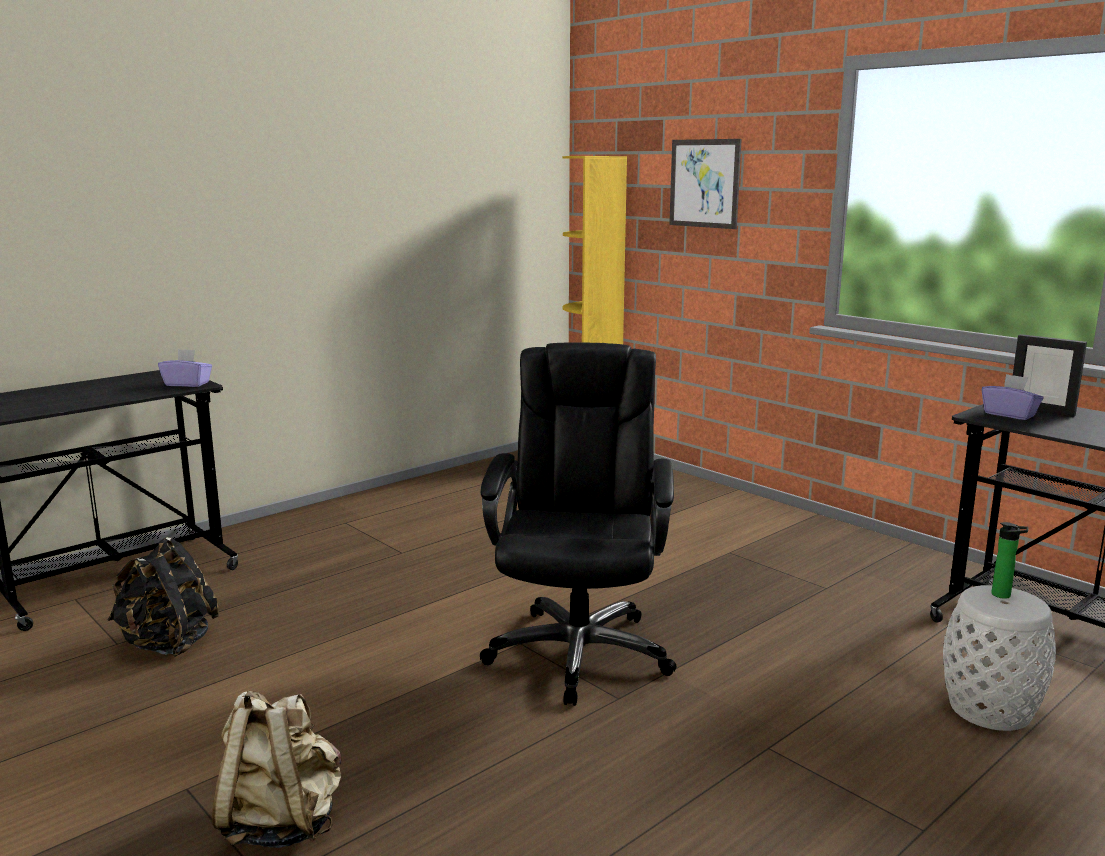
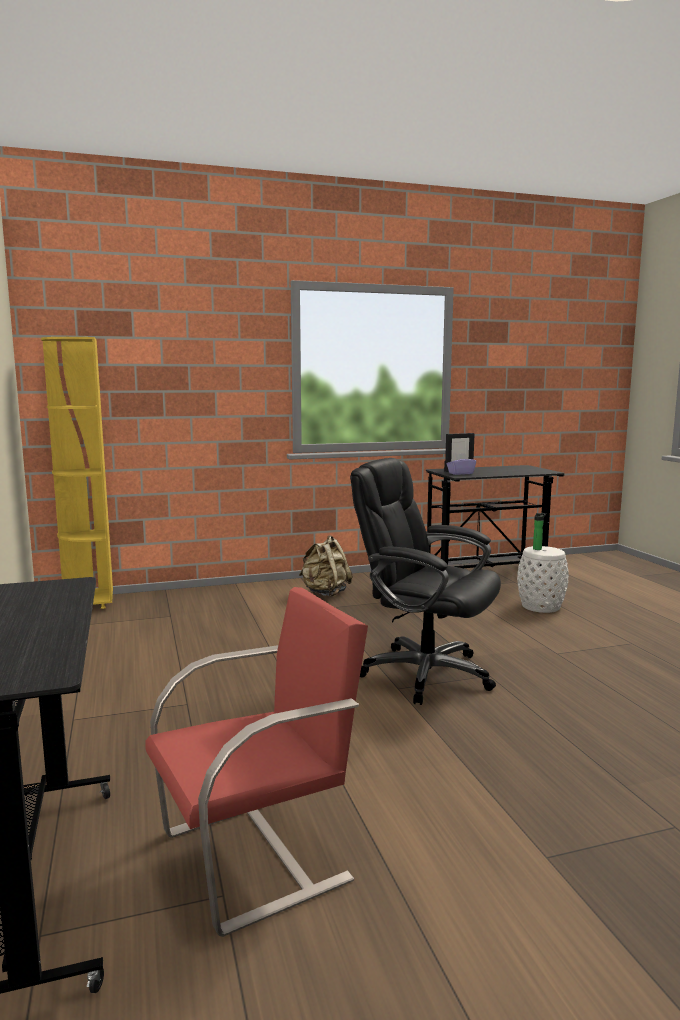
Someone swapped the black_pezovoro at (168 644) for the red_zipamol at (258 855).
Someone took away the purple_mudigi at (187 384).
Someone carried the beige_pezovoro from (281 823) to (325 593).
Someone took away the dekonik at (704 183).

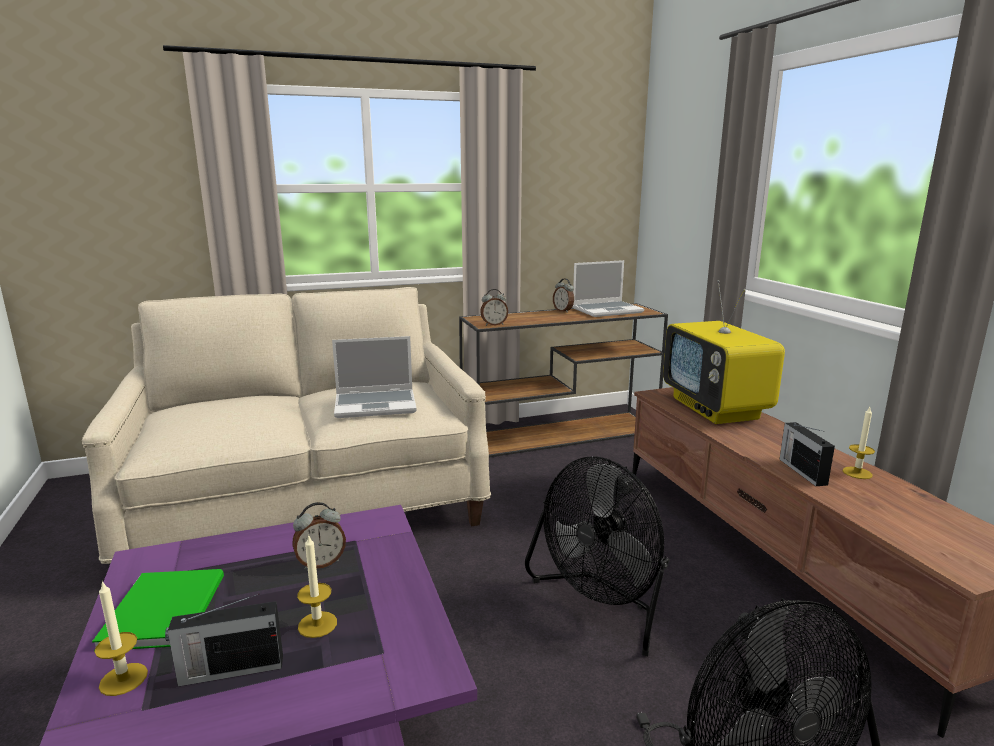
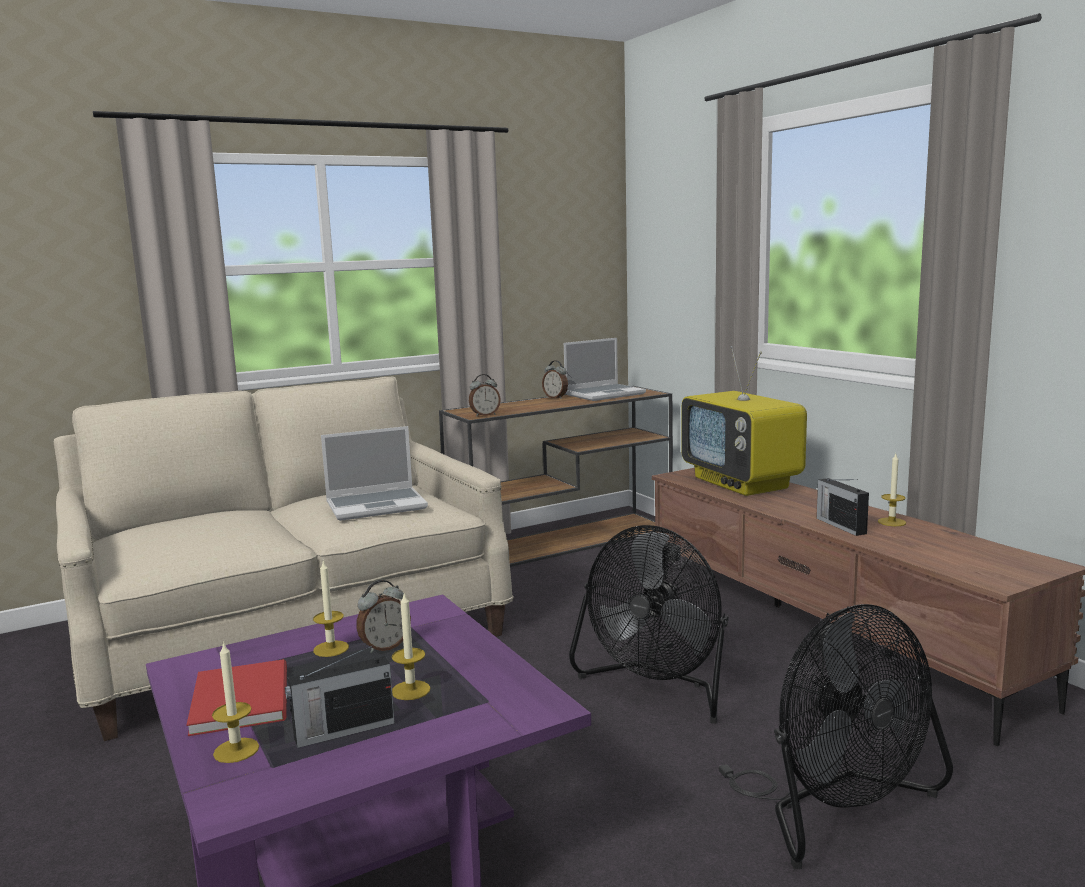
Someone repainted the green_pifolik at (169 609), which became the red_pifolik at (244 698).
Someone put down the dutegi at (331 649).

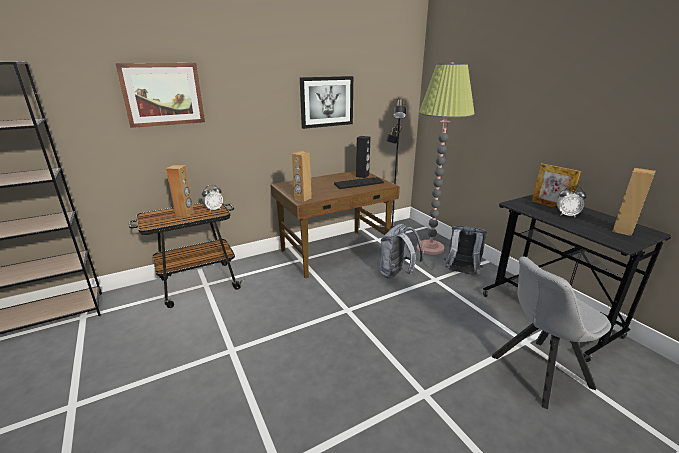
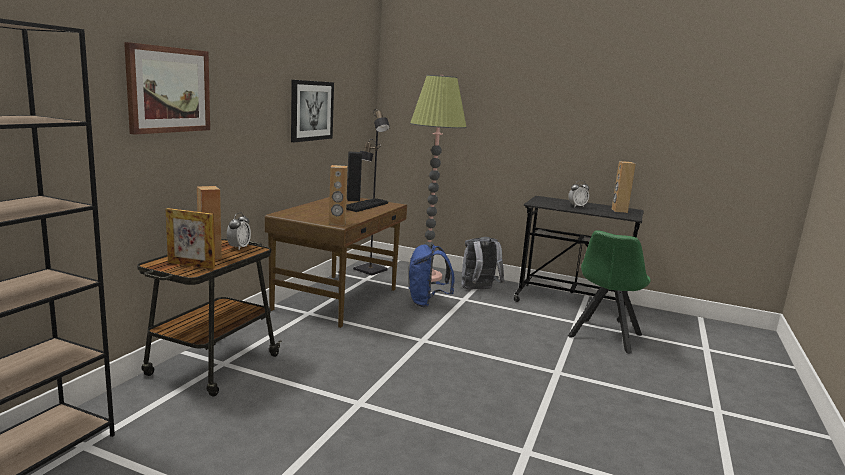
Someone repainted the grey_pezovoro at (397 274), which became the blue_pezovoro at (427 303).
Someone repainted the grey_zipamol at (538 372), which became the green_zipamol at (604 336).
Someone carried the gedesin from (550 206) to (191 265).

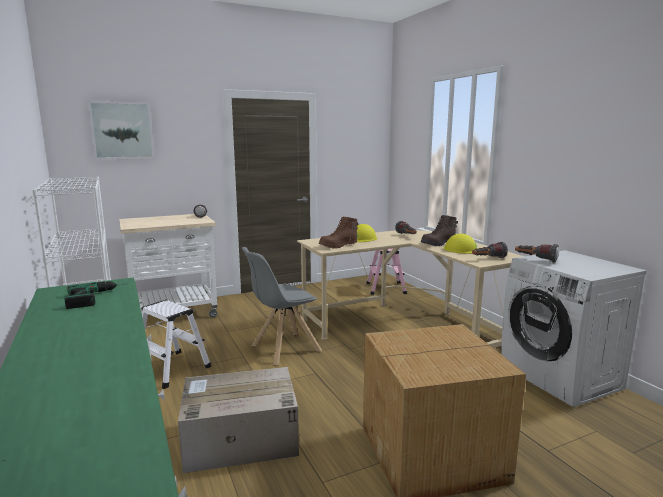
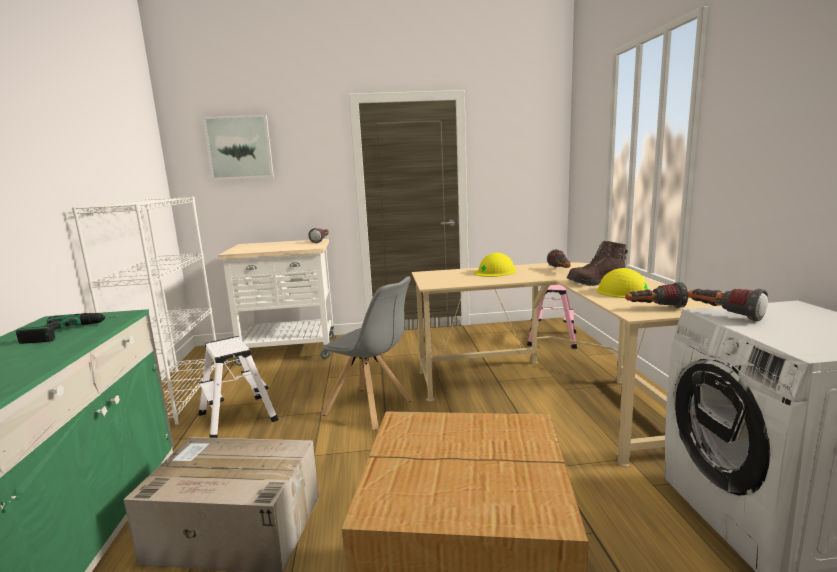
Someone rotated the grey_zipamol at (283 349) by 135 degrees counterclockwise.
Someone took away the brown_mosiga at (338 246).

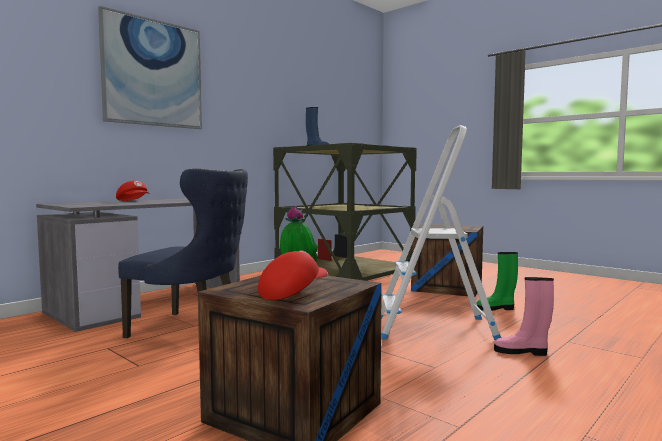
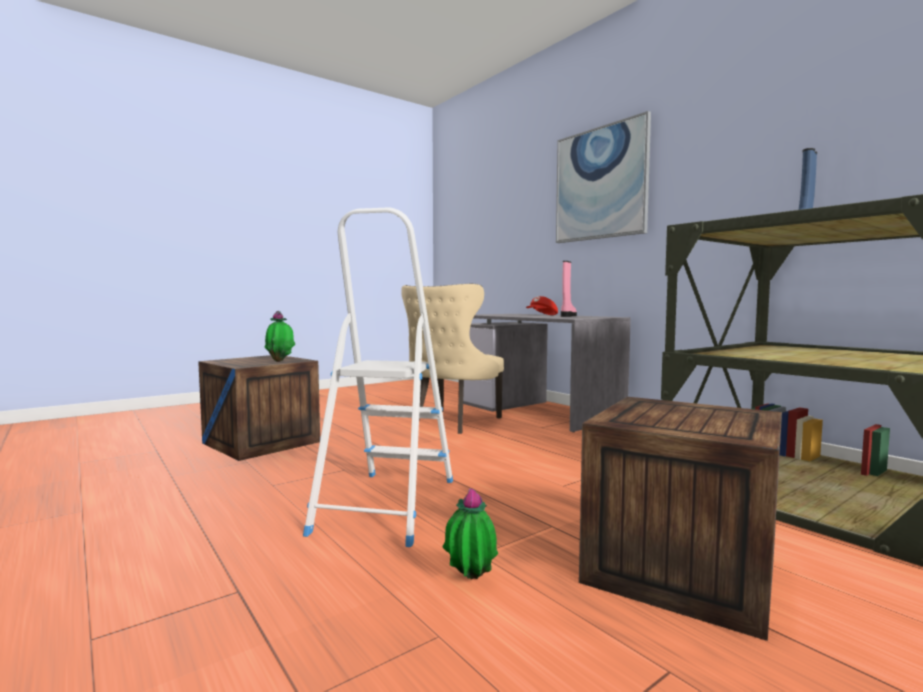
Someone repainted the blue_zipamol at (192 328), which became the beige_zipamol at (452 422).
Someone took away the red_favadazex at (292 293).
Someone swapped the green_mosiga at (496 308) for the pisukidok at (470 581).
Someone carried the pink_mosiga from (522 352) to (568 316).

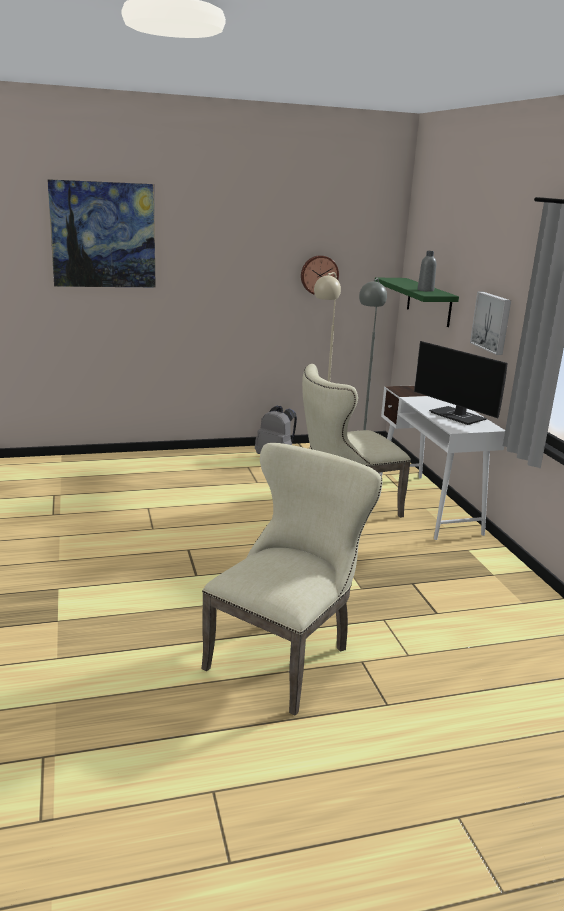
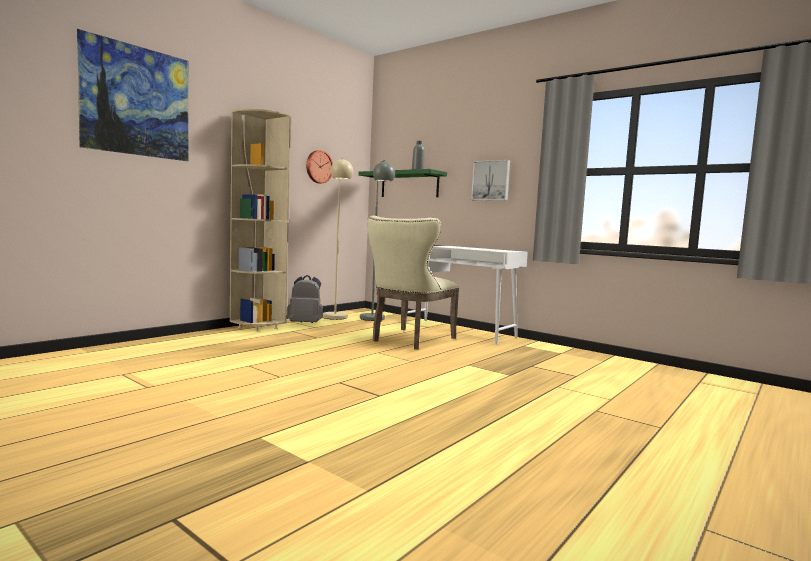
Someone took away the beige_zipamol at (286 655).
Someone took away the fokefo at (458 416).
Someone put down the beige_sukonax at (258 327).

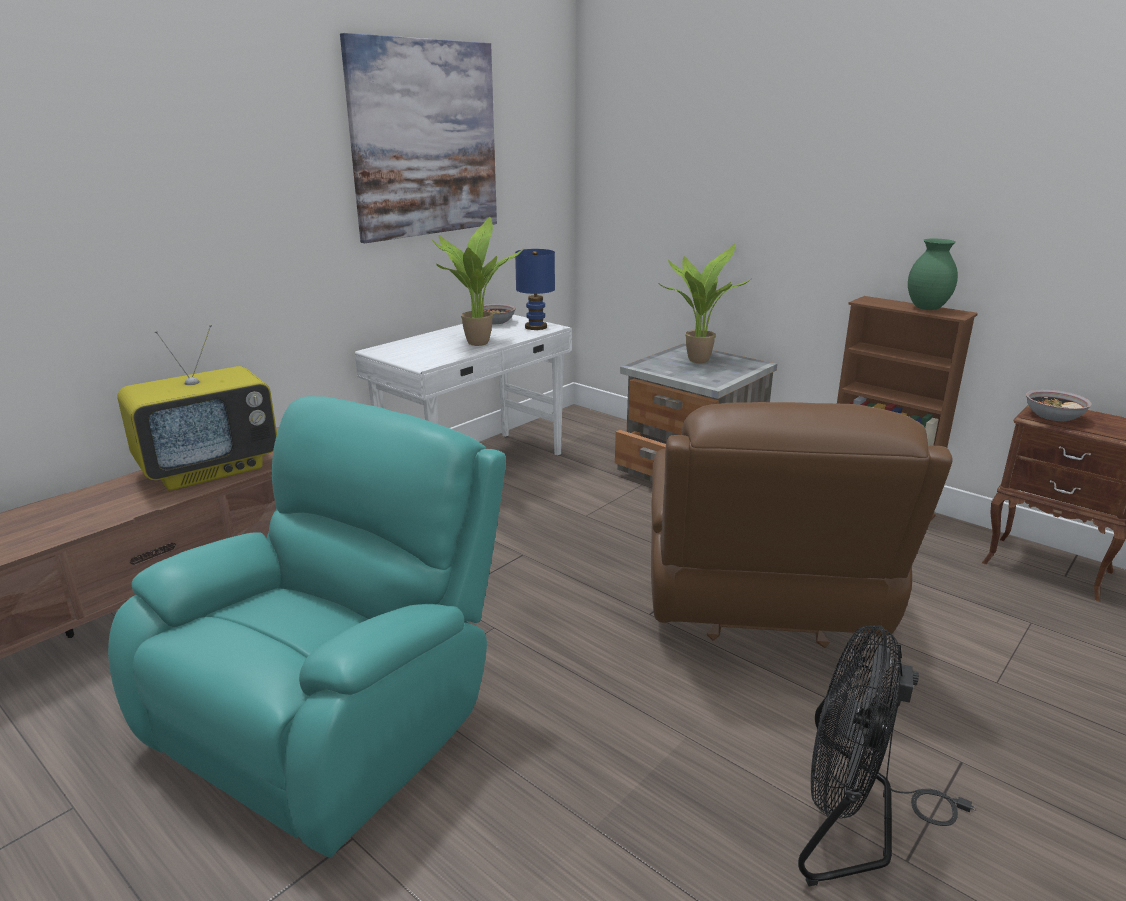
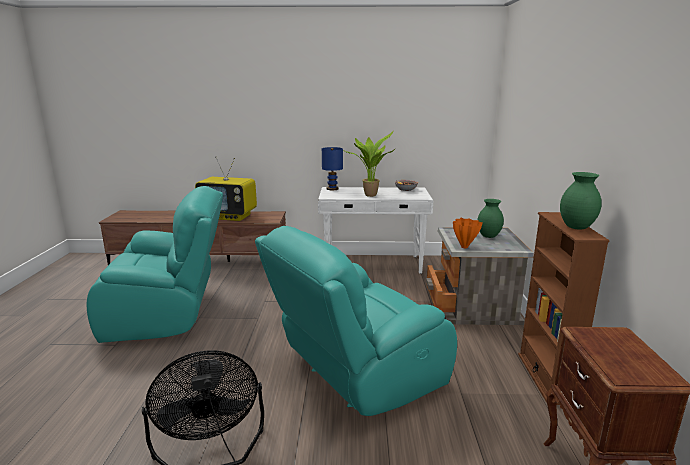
Someone took away the dekonik at (425 139).
Someone carried the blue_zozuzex from (536 327) to (332 189).
Someone repainted the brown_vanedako at (761 613), which became the turquoise_vanedako at (355 376).
Someone swapped the pisukidok at (696 360) for the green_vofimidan at (488 236).
Someone took away the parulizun at (1053 417).
Someone put down the orange_vofimidan at (464 247).

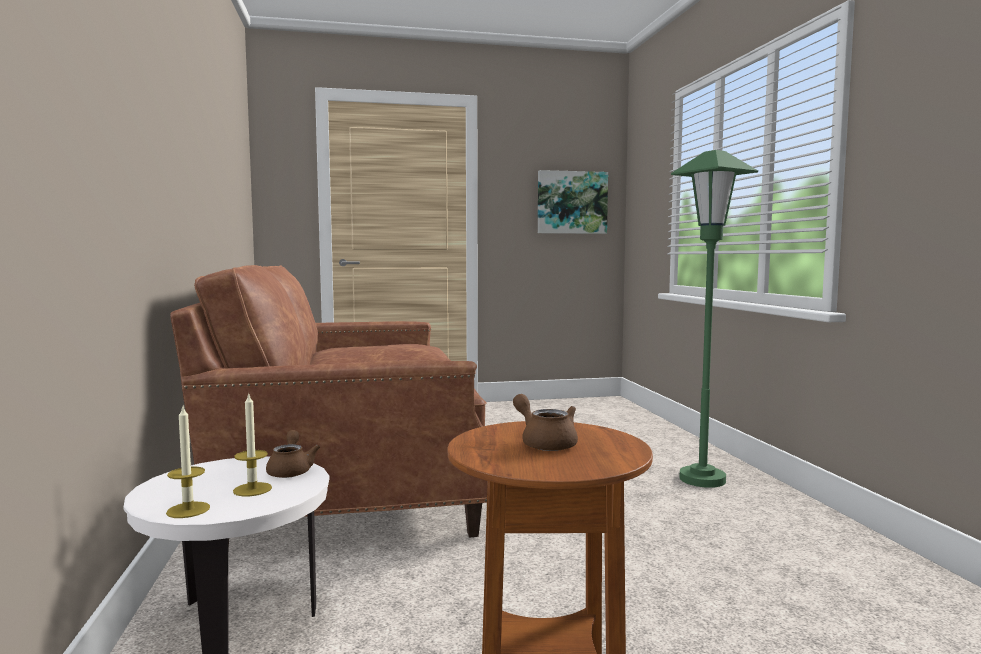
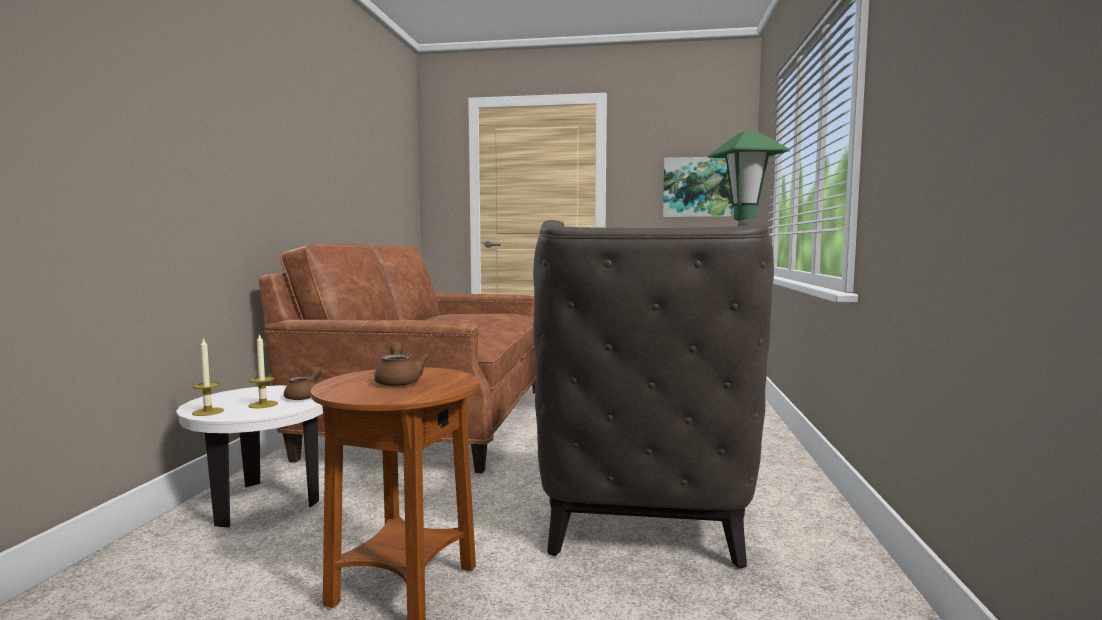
Someone put down the grey_vanedako at (642 520).

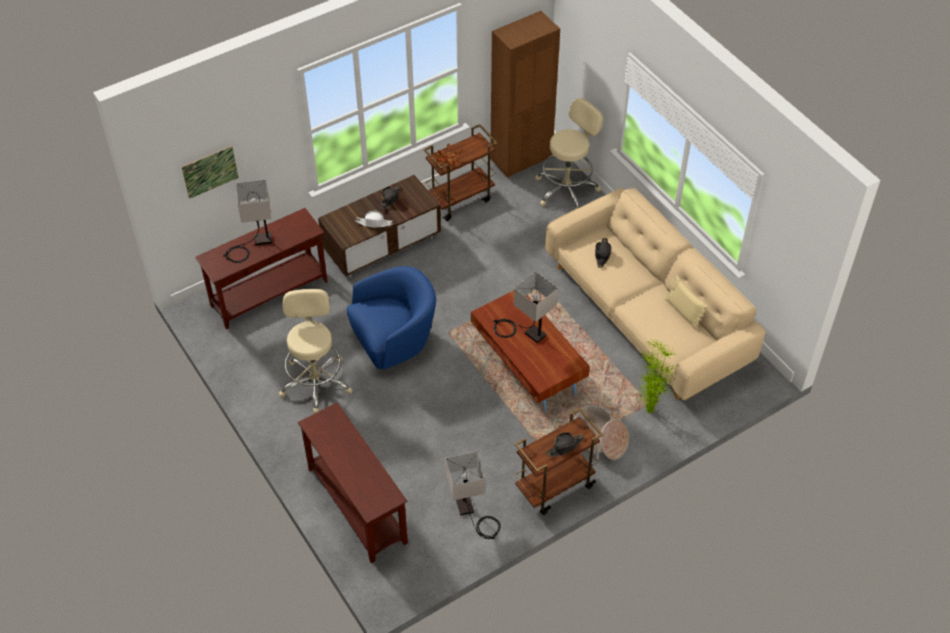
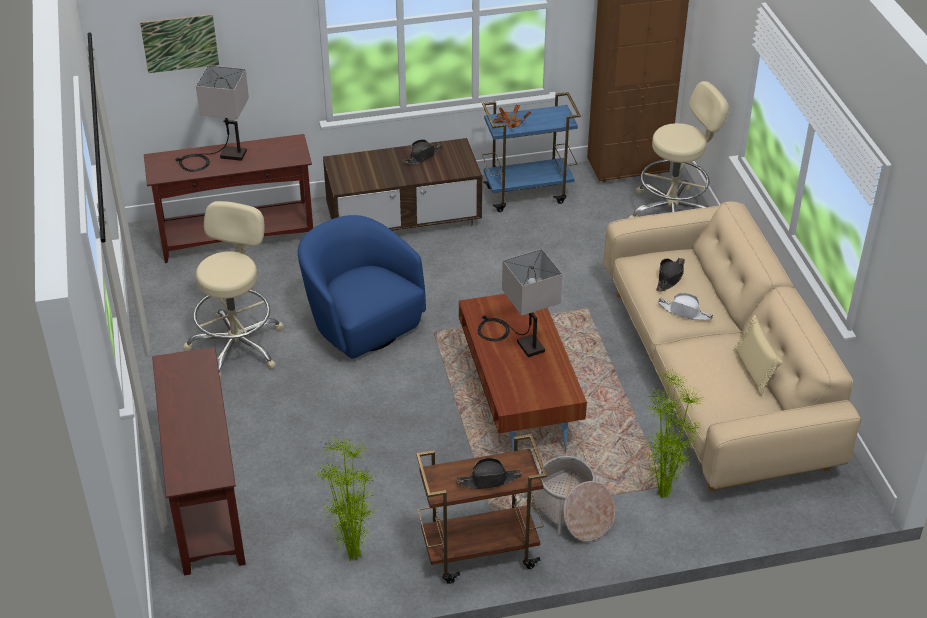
Someone rotated the blue_vanedako at (394 340) by 120 degrees counterclockwise.
Someone carried the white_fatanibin from (374 223) to (685 312).
Someone repainted the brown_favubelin at (461 200), which became the blue_favubelin at (528 195).
Someone swapped the zozuzex at (474 516) for the pisukidok at (351 557).

